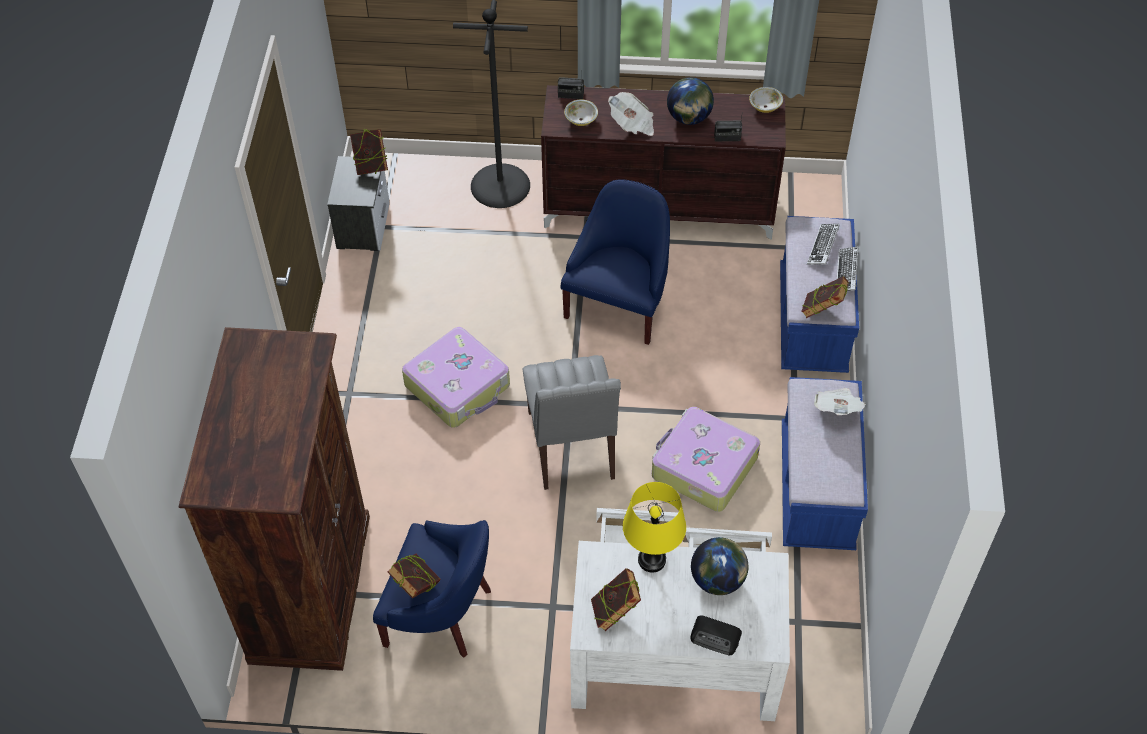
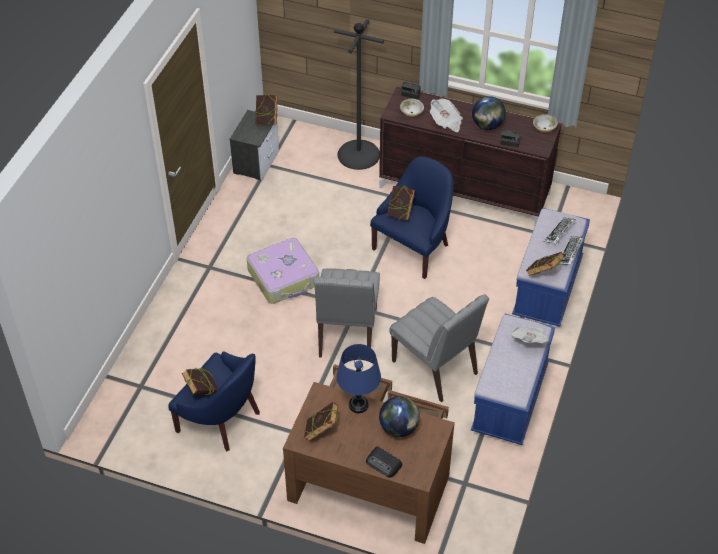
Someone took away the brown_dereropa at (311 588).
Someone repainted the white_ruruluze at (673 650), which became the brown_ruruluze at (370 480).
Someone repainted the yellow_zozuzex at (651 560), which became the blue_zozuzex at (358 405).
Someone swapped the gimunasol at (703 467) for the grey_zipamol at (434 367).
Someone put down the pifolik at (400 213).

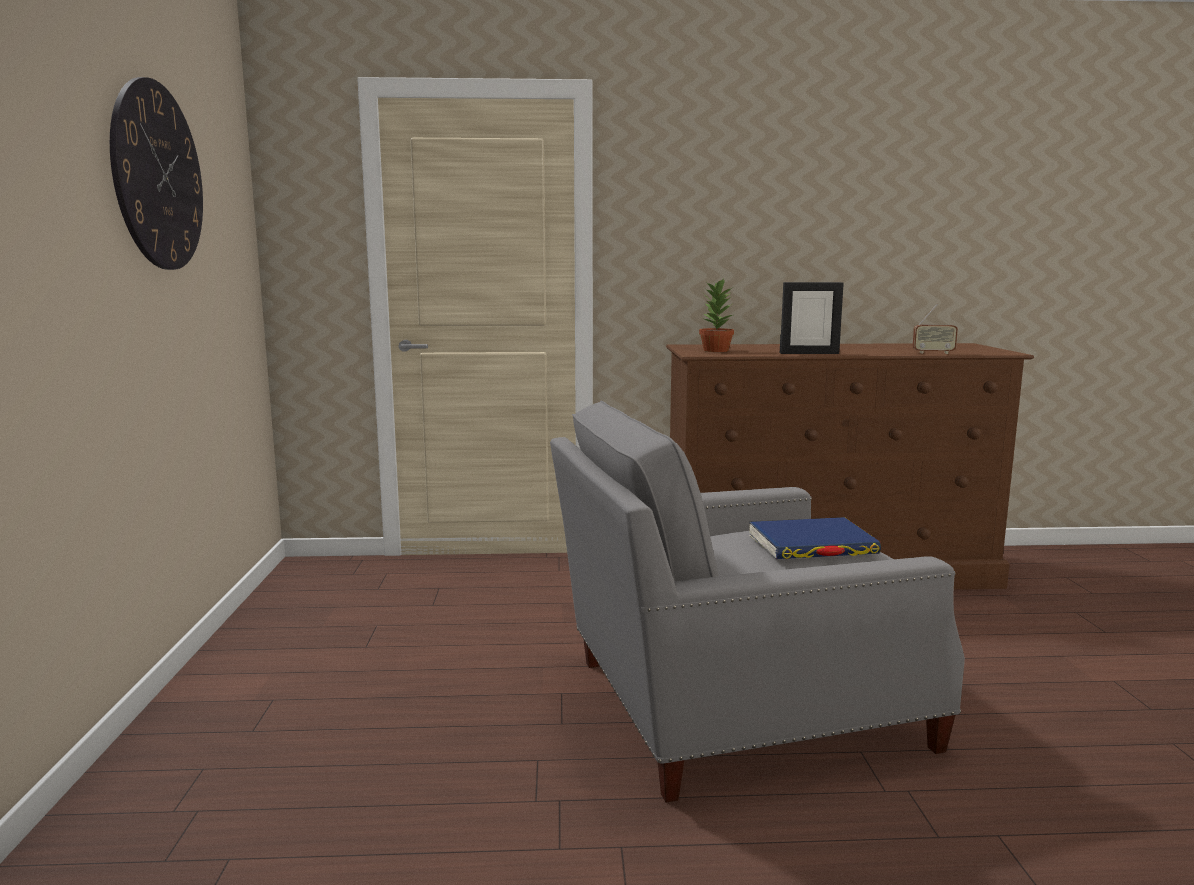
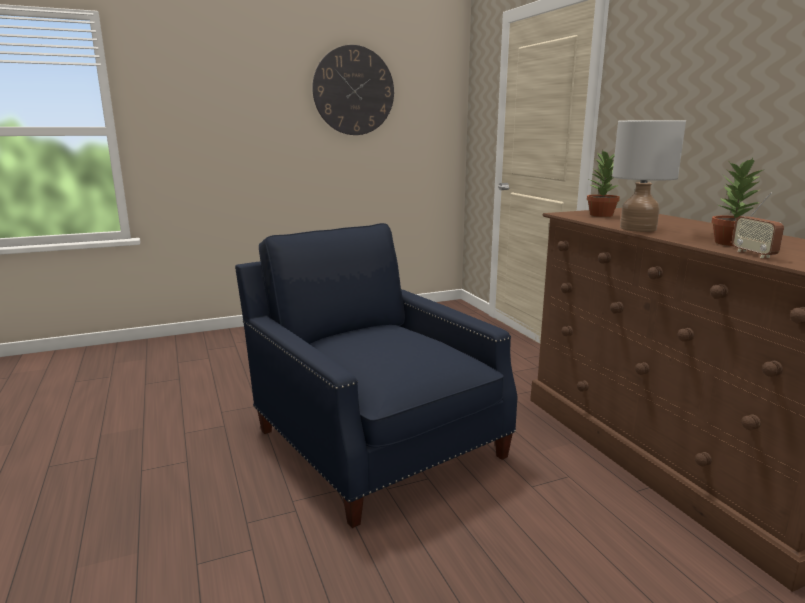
Someone repainted the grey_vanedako at (736 704), which became the blue_vanedako at (375 439).
Someone took away the blue_pifolik at (812 545).
Someone swapped the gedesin at (809 353) for the grey_zozuzex at (638 229).
Someone put down the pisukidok at (730 243).

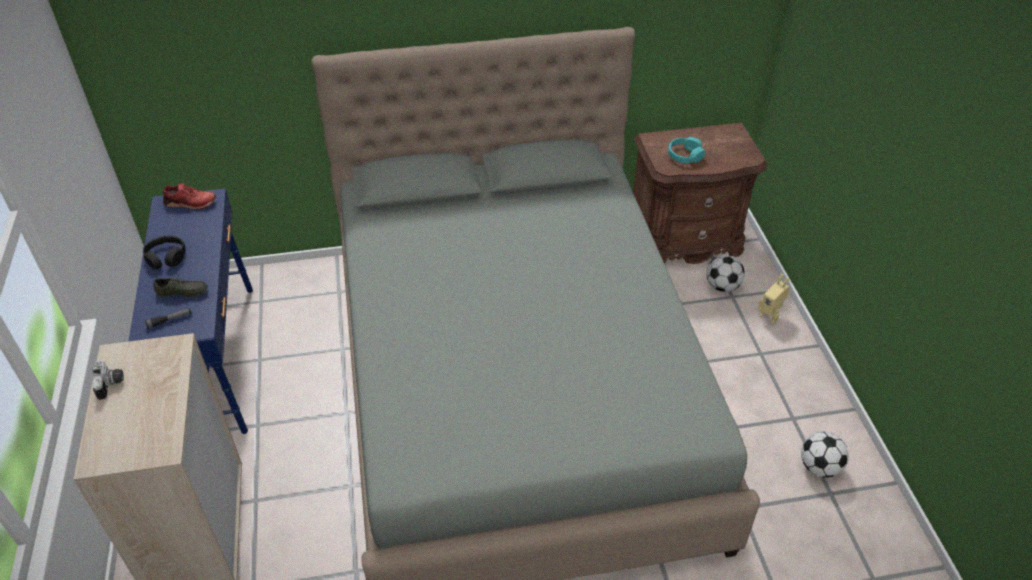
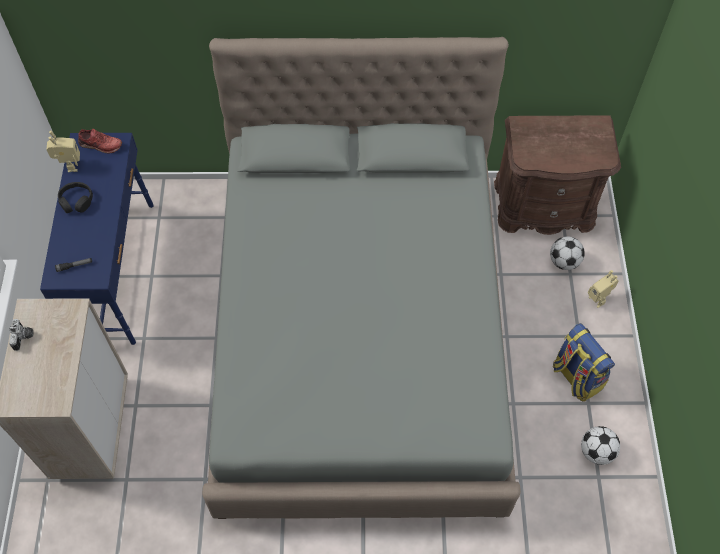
Someone took away the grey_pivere at (182 293).
Someone took away the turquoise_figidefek at (685 155).
Someone put down the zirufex at (69 166).
Someone put down the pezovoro at (576 377).

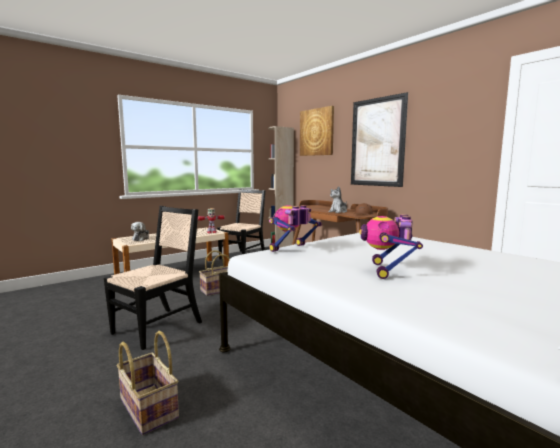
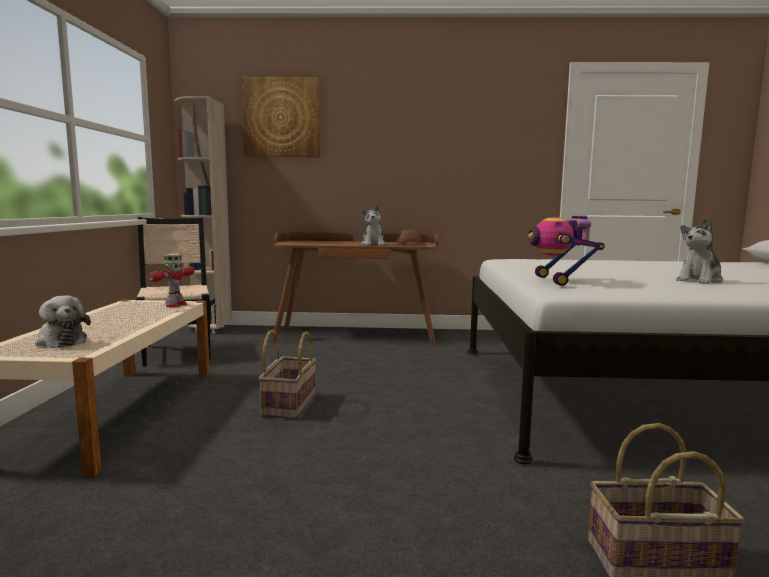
Someone took away the zipamol at (158 328).
Someone took away the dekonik at (377 142).
Someone swapped the zirufex at (387 271) for the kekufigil at (699 280).

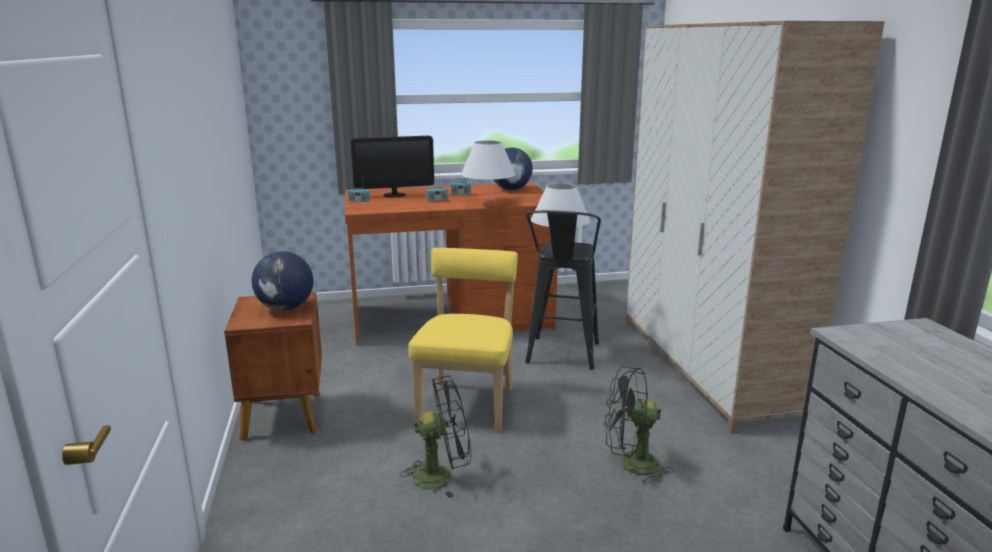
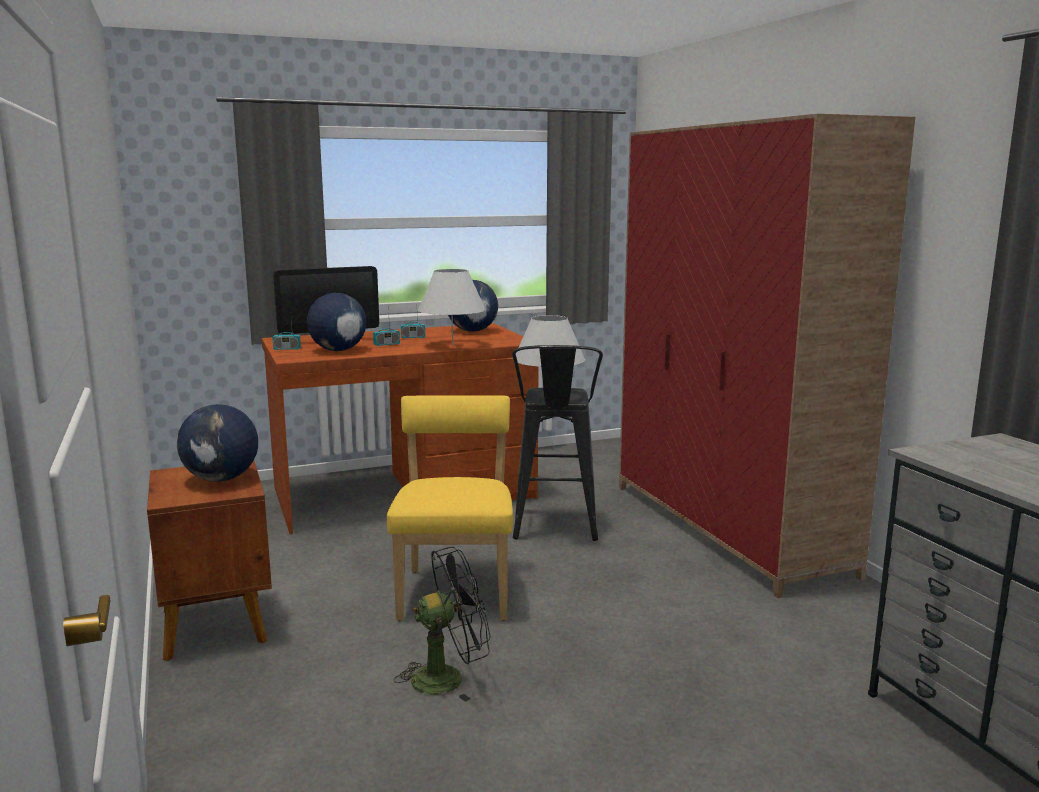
Someone took away the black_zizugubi at (631 465).
Someone repainted the white_dereropa at (707 367), which became the red_dereropa at (728 528).
Someone put down the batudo at (338 350).

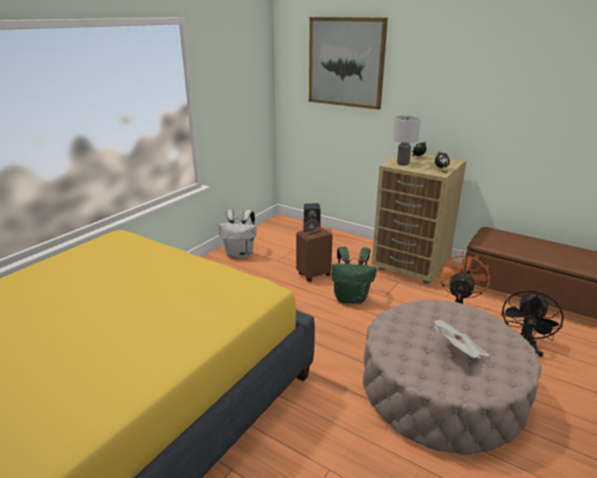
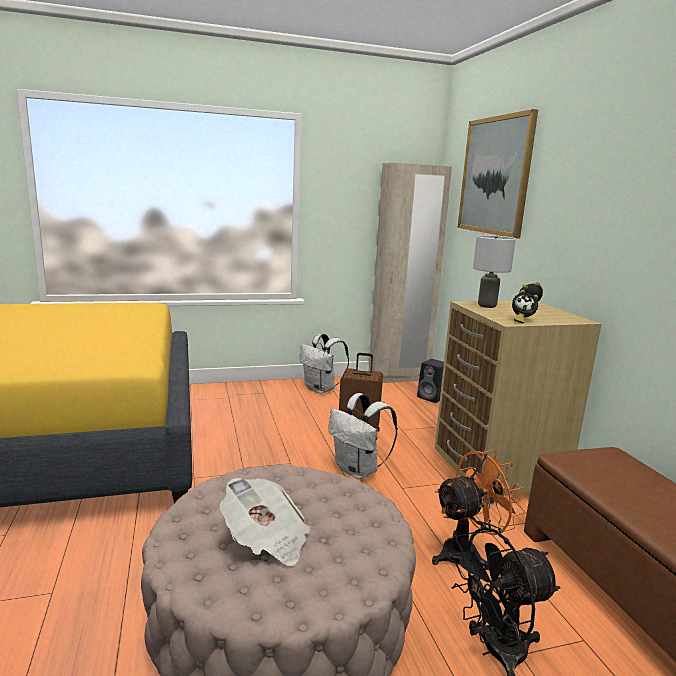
Someone repainted the green_pezovoro at (351 298), which became the white_pezovoro at (358 470).
Someone put down the beige_dereropa at (399 378).

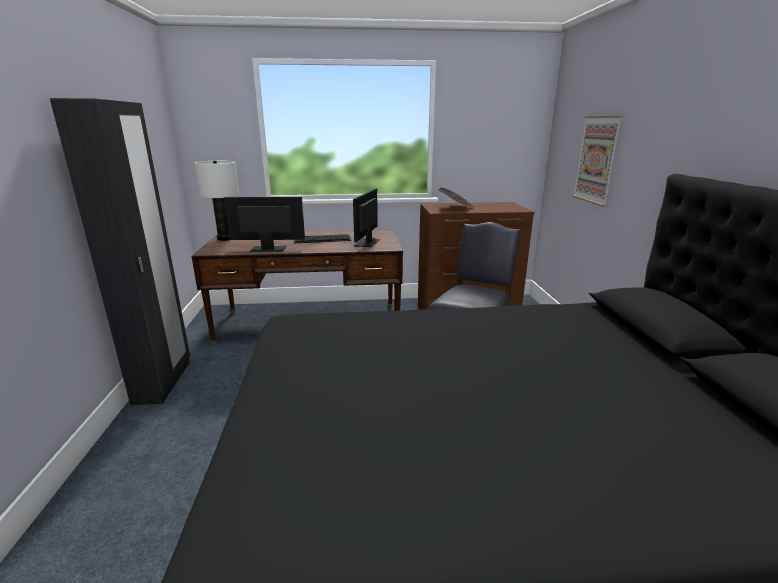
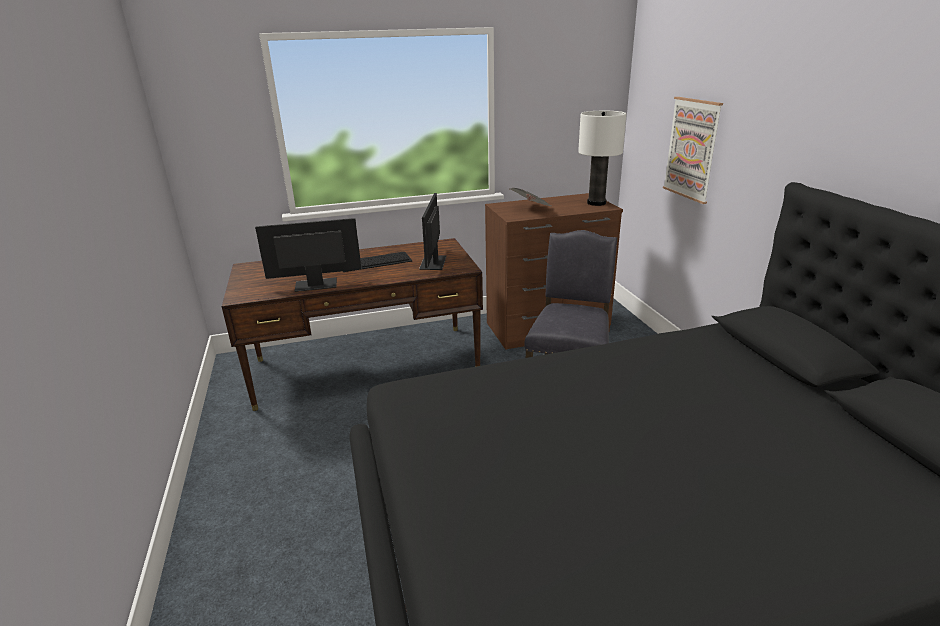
Someone took away the black_dereropa at (163 382).
Someone carried the white_zozuzex from (225 238) to (596 203).

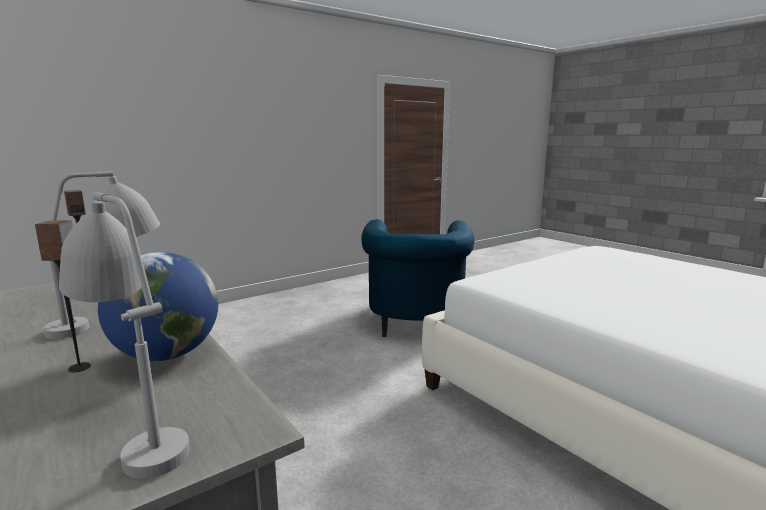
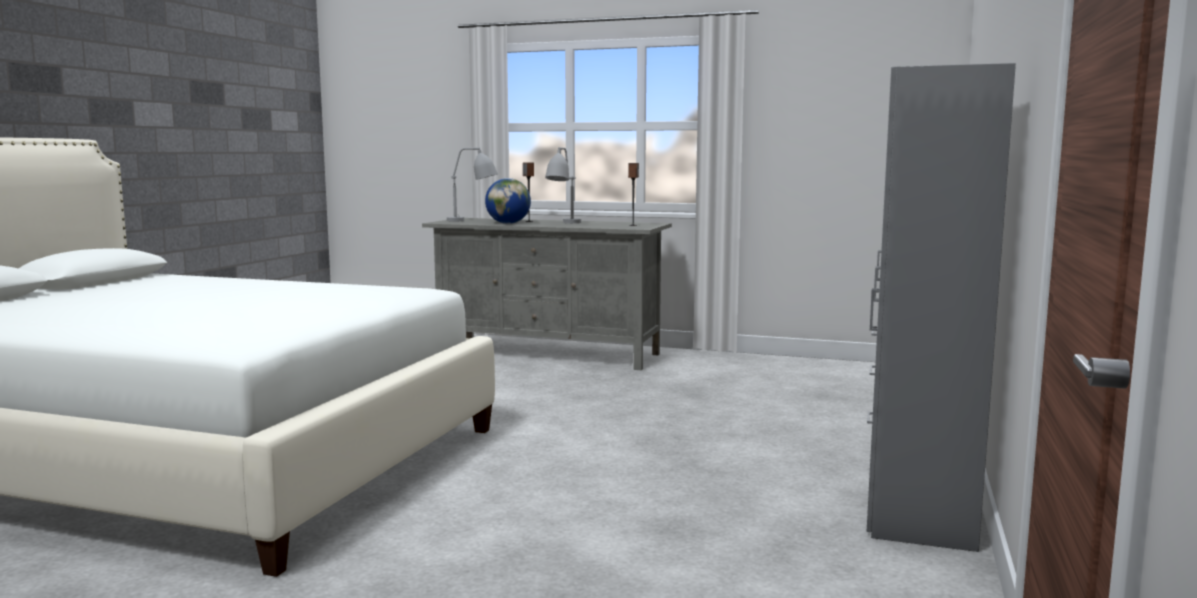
Someone took away the blue_vanedako at (415 322).
Someone put down the grey_dereropa at (914 450).

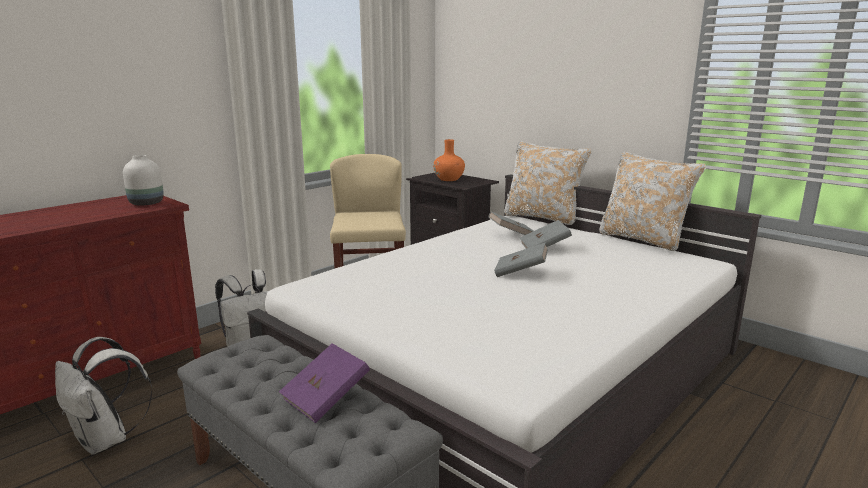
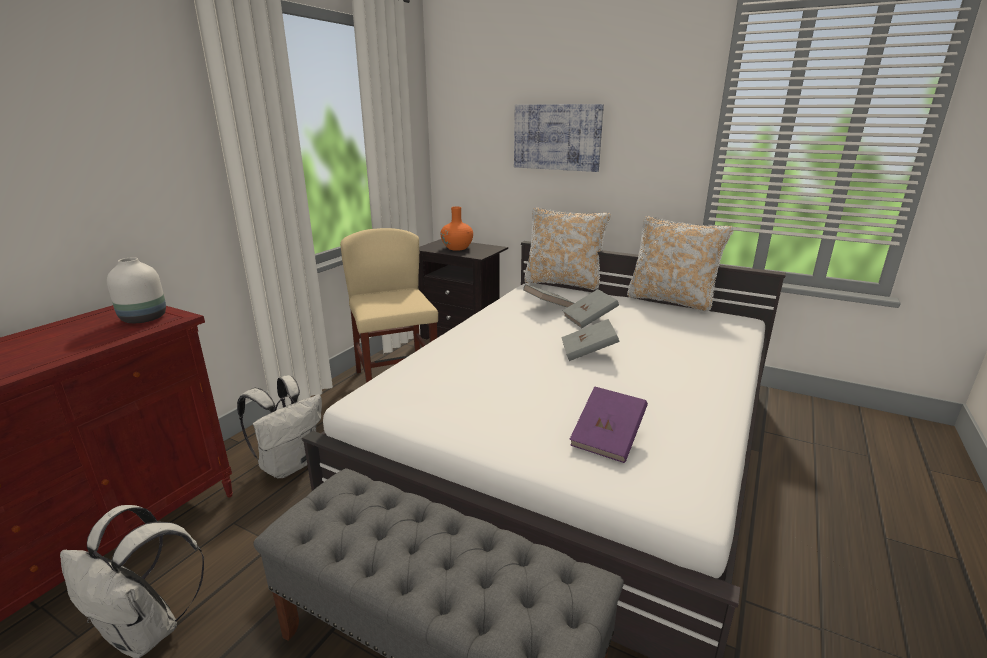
Someone carried the purple_pifolik from (326 398) to (607 439).
Someone put up the dekonik at (557 137).

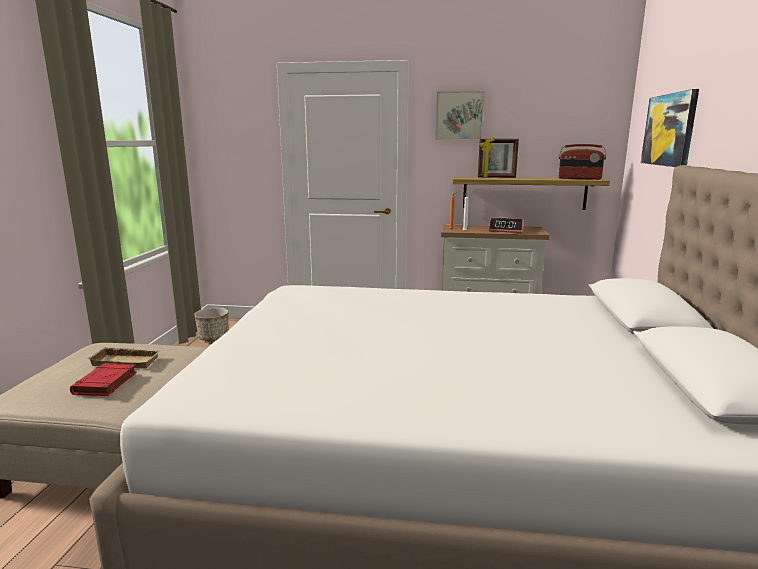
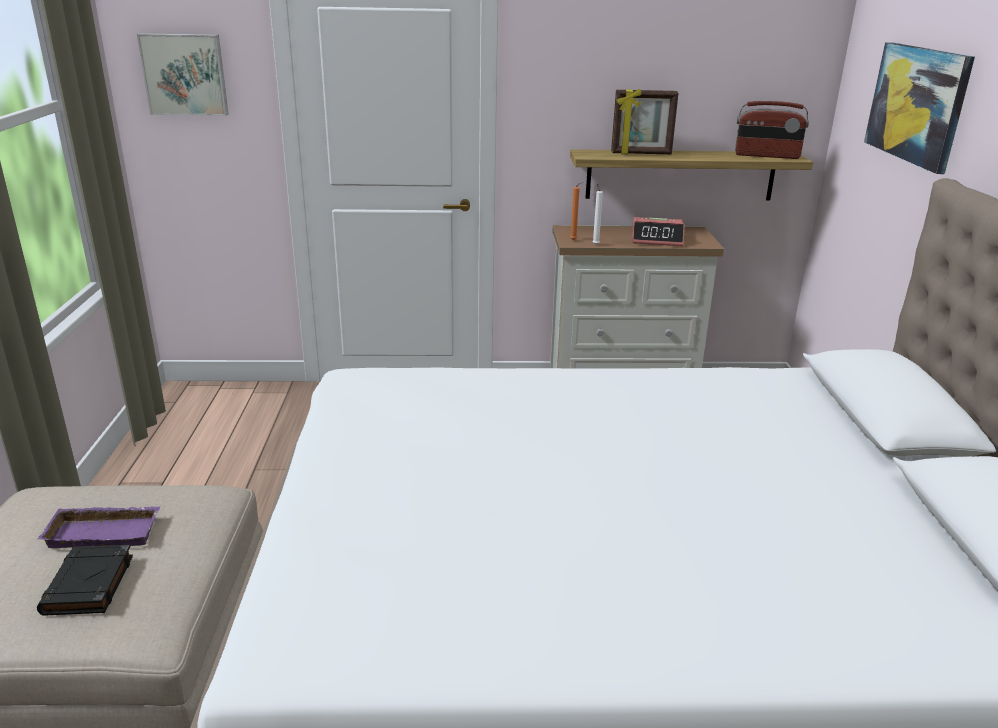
Someone repainted the red_pifolik at (105 383), which became the black_pifolik at (89 585).
Someone repainted the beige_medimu at (128 361), which became the purple_medimu at (106 531).
Someone took away the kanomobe at (214 338).
Someone carried the dekonik from (459 116) to (185 74).

